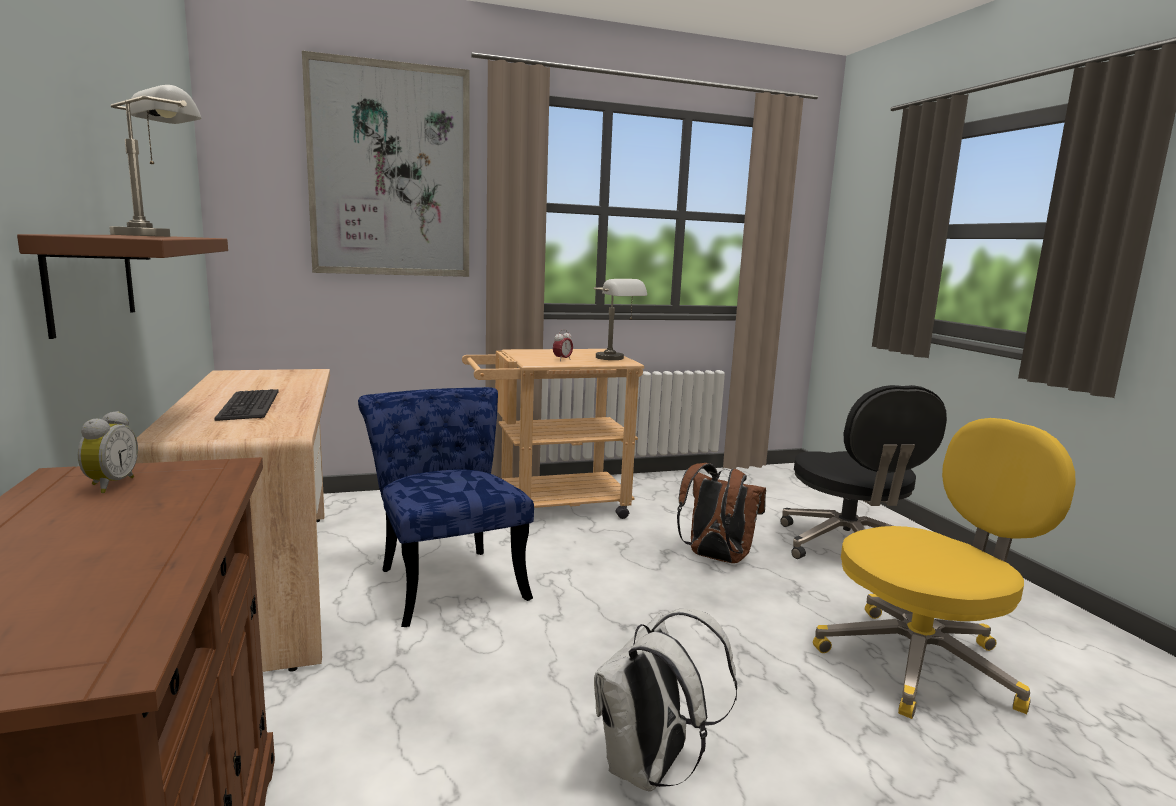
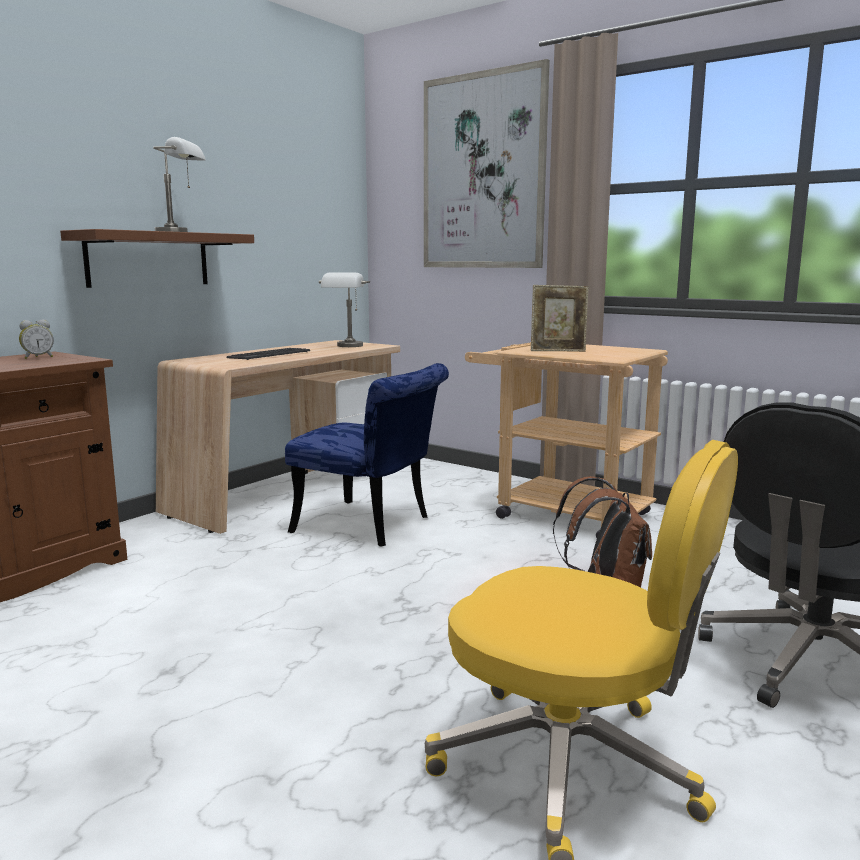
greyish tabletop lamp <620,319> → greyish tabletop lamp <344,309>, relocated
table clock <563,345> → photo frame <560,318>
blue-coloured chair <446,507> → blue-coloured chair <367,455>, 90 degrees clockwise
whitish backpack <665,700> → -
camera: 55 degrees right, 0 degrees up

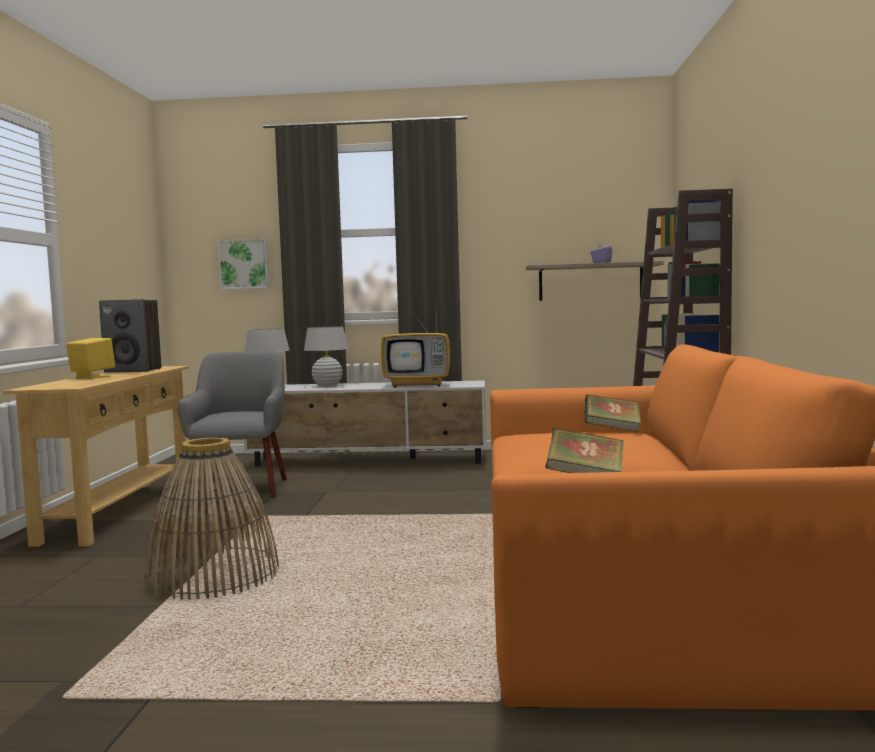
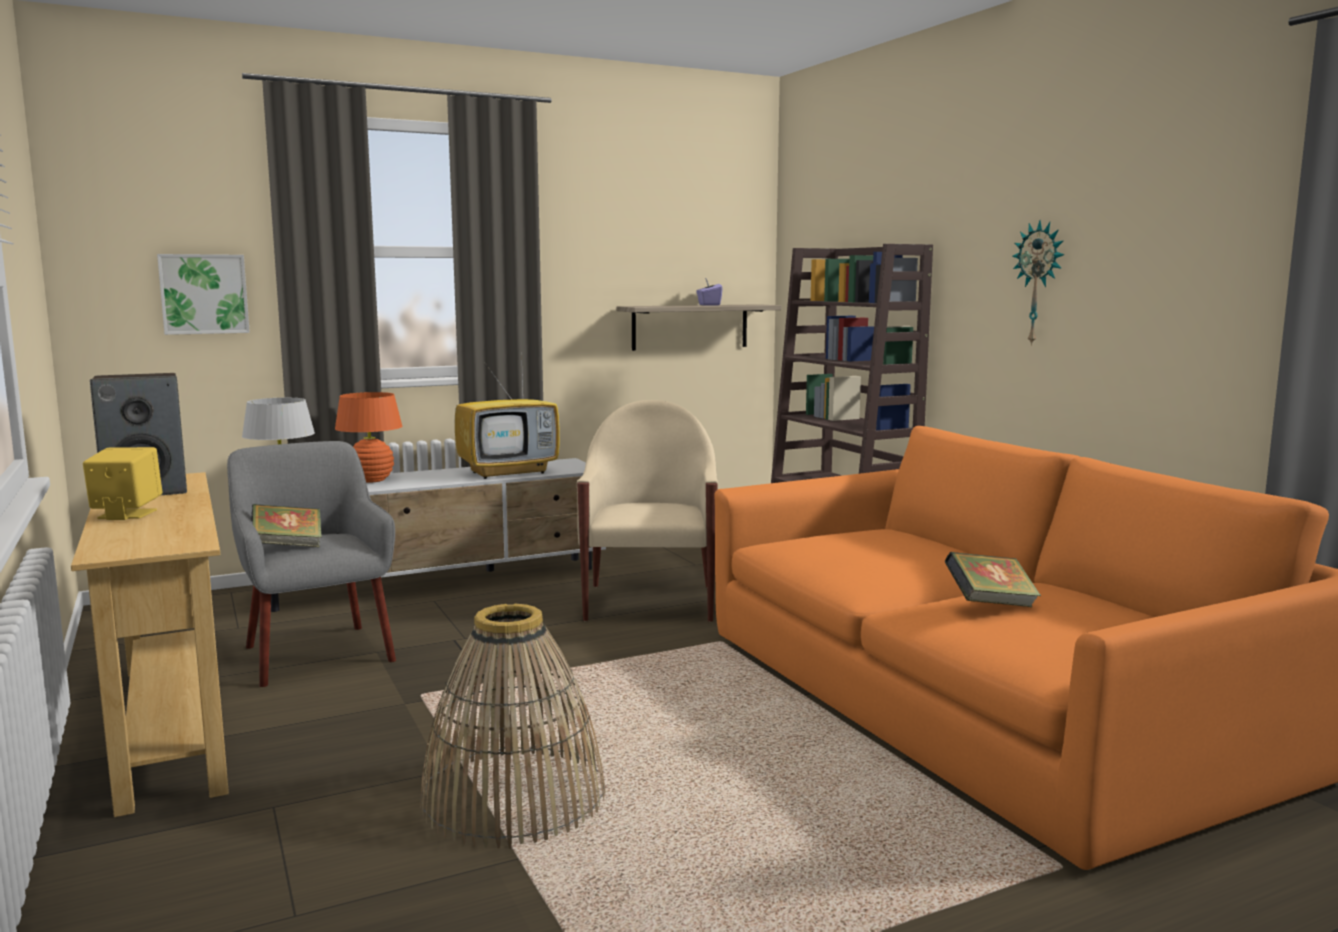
whitish tabletop lamp <326,357> → orangey tabletop lamp <368,437>
bound book <613,413> → bound book <286,525>, relocated
- → hanging clock <1039,283>
- → beige-coloured easy chair <647,511>
camera: 30 degrees left, 5 degrees up

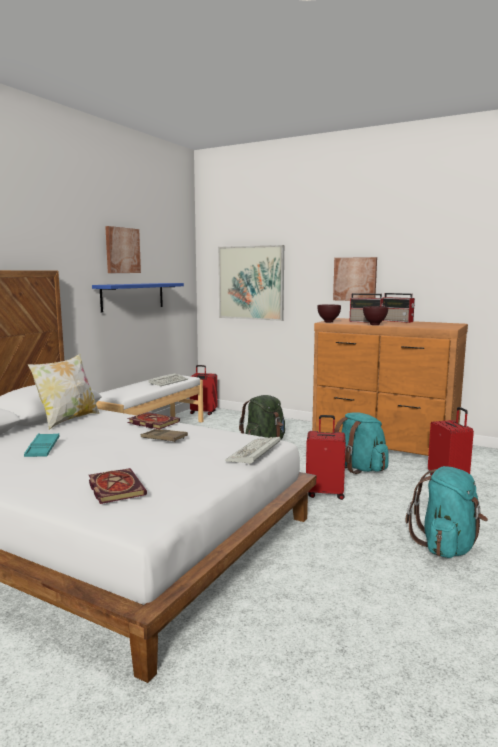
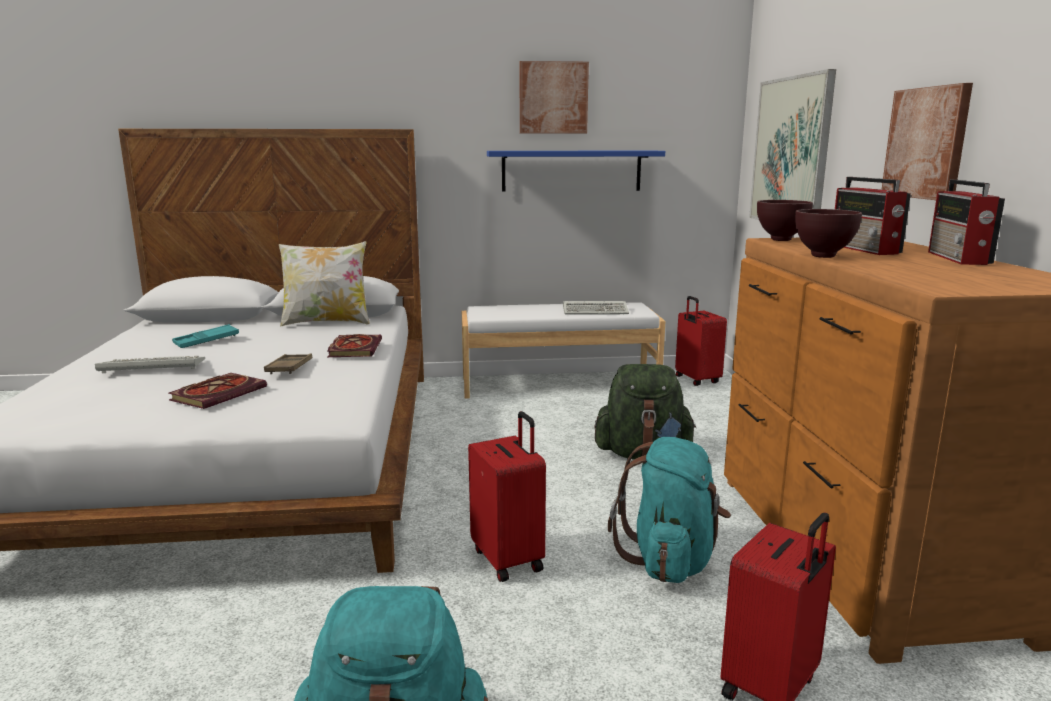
PC keyboard <253,451> → PC keyboard <150,364>, relocated
bound book <118,486> → bound book <218,391>, relocated
camera: 55 degrees right, 5 degrees up

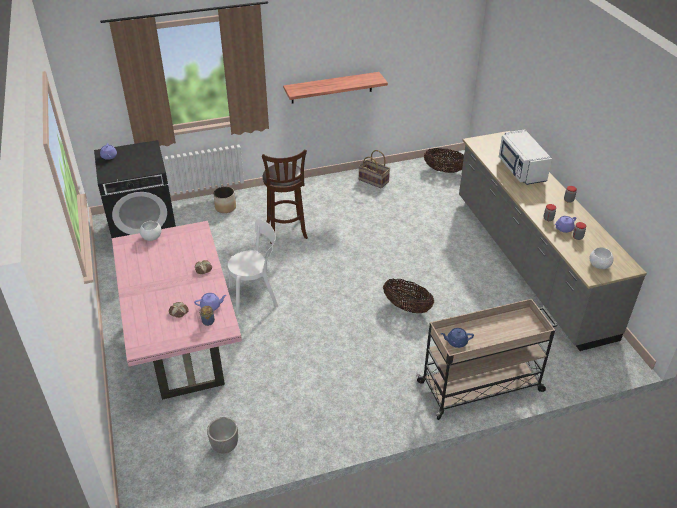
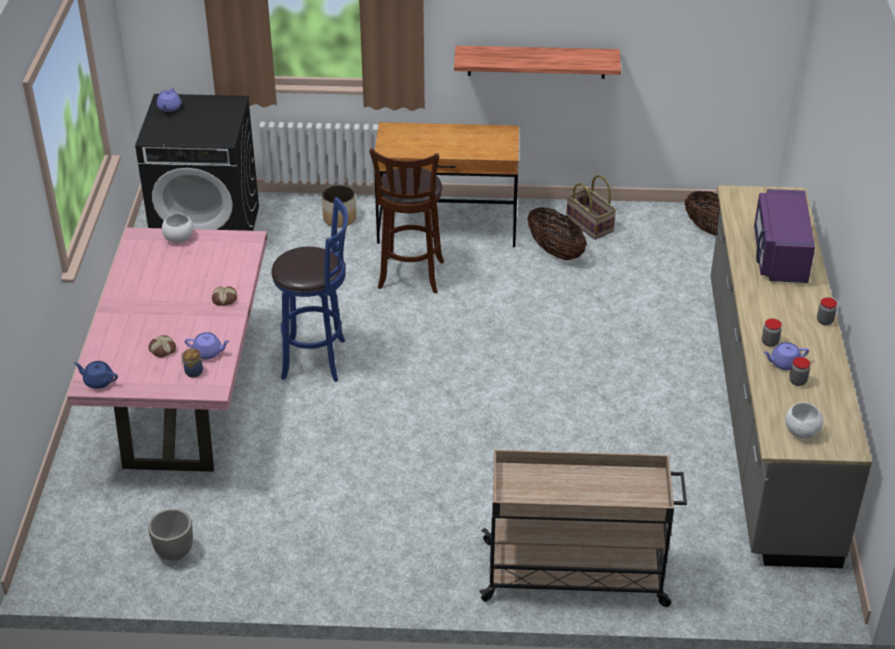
whitish kitchen microwave <525,157> → purple kitchen microwave <784,236>
whitish chair <253,267> → blue-coloured sitting stool <309,289>
household basket <408,296> → household basket <557,233>, relocated
blue-coloured pot for tea <457,338> → blue-coloured pot for tea <96,375>, relocated
- → brownish desk <446,184>
camera: 20 degrees right, 0 degrees up

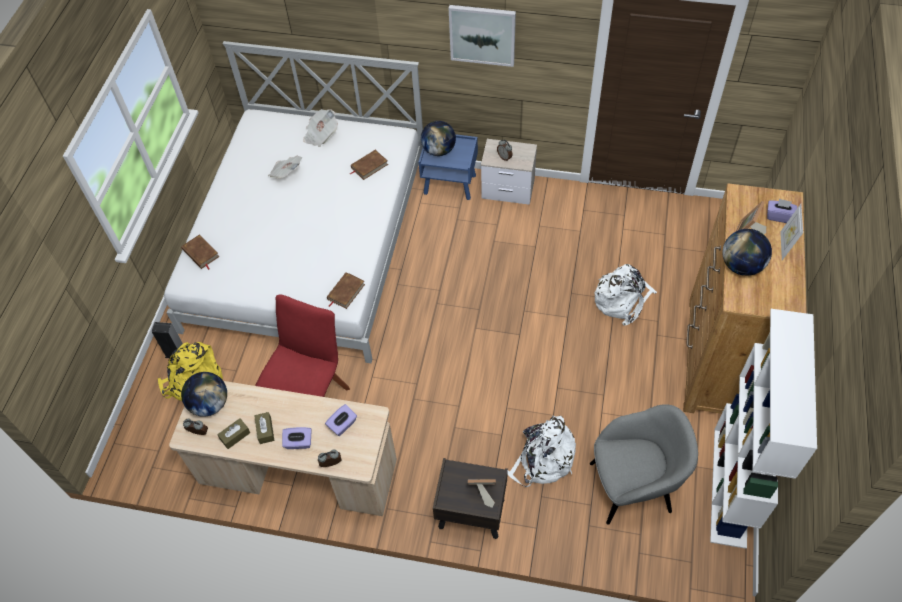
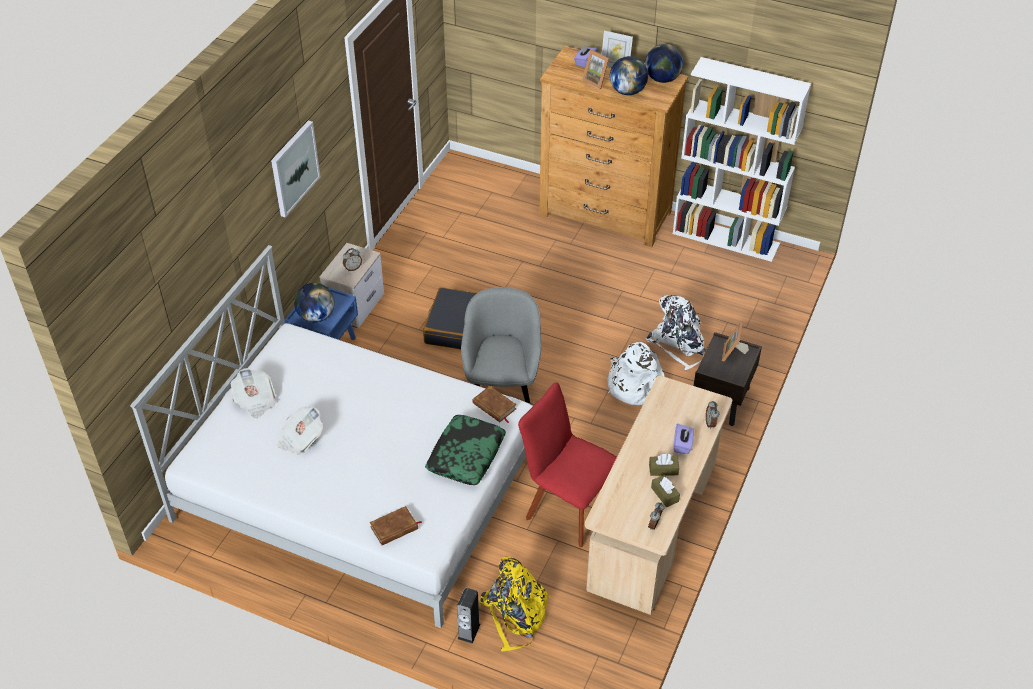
brownish bound book <369,165> → -
whitish backpack <626,295> → whitish backpack <636,373>, relocated
globe <204,394> → globe <664,63>, relocated
purple tissue holder <341,420> → -
greyish easy chair <644,465> → greyish easy chair <501,345>, relocated
- → black travel case <450,318>
- → throw pillow <465,450>
camera: 80 degrees left, 10 degrees down

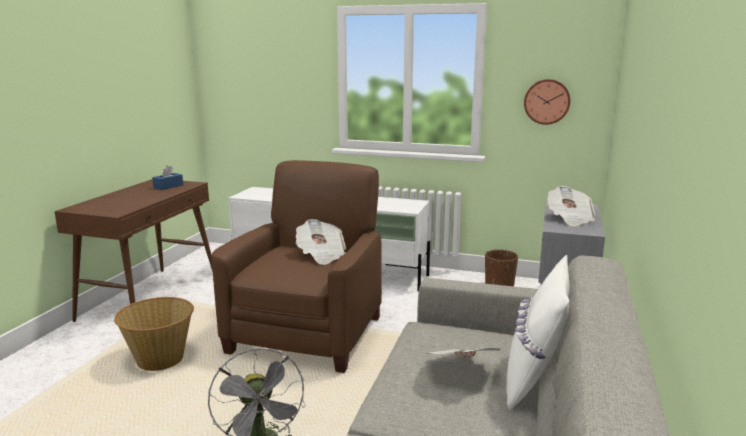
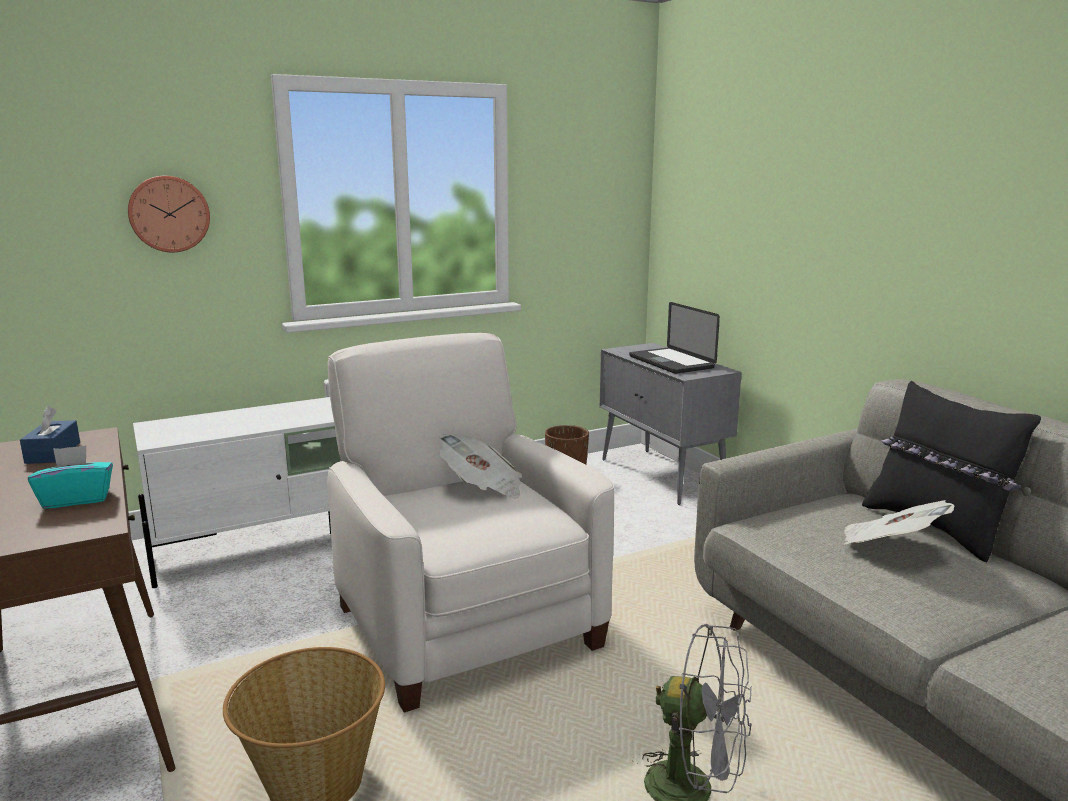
hanging clock <547,102> → hanging clock <169,214>, relocated
brownish easy chair <296,266> → whitish easy chair <471,522>
daily paper <571,206> → portable computer <674,338>
whitish throw pillow <538,332> → black throw pillow <951,471>
- → turquoise tissue holder <70,477>
camera: 45 degrees left, 0 degrees up

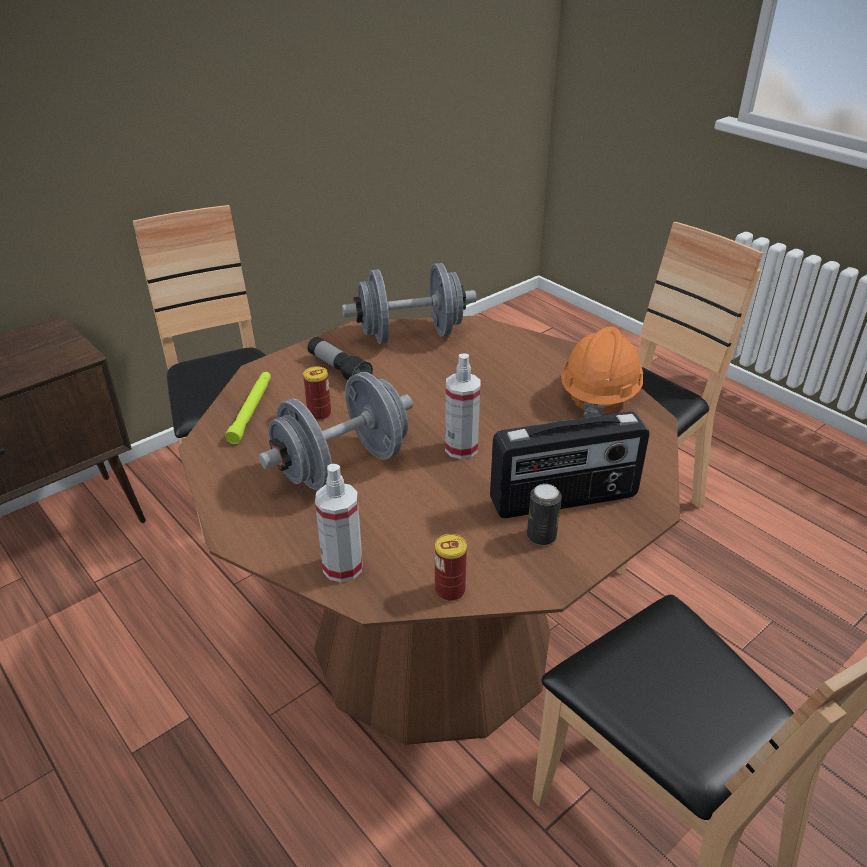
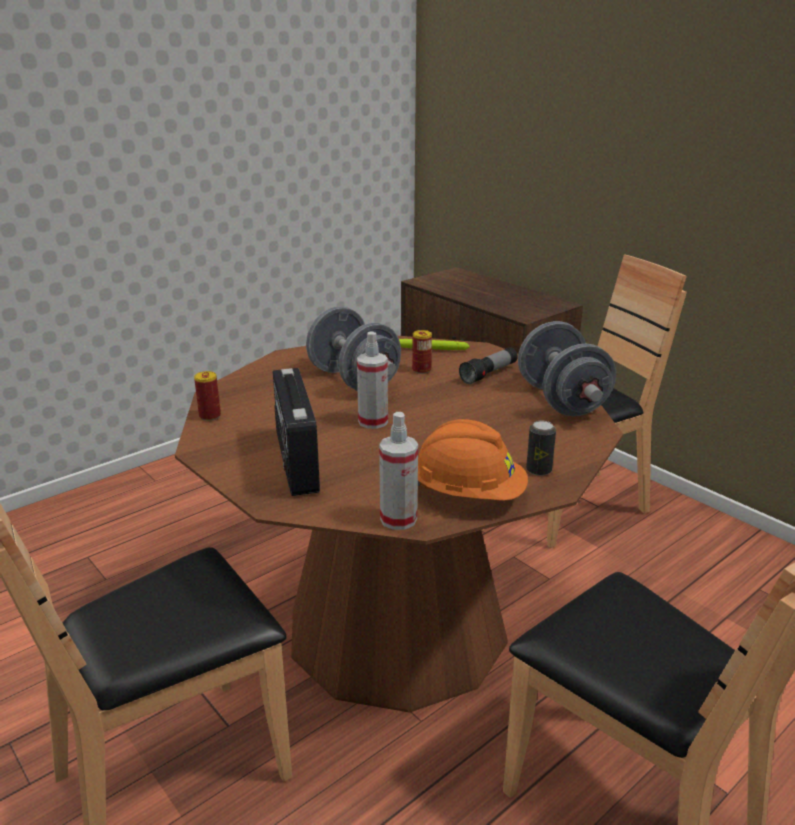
hand sprayer <339,523> → hand sprayer <398,471>, relocated
sealed can <544,514> → sealed can <541,448>, relocated
camera: 90 degrees right, 10 degrees down

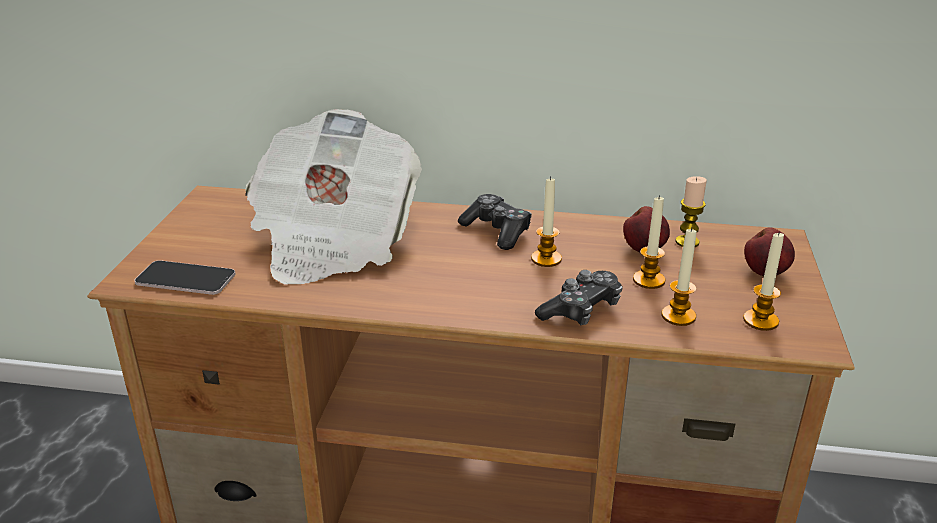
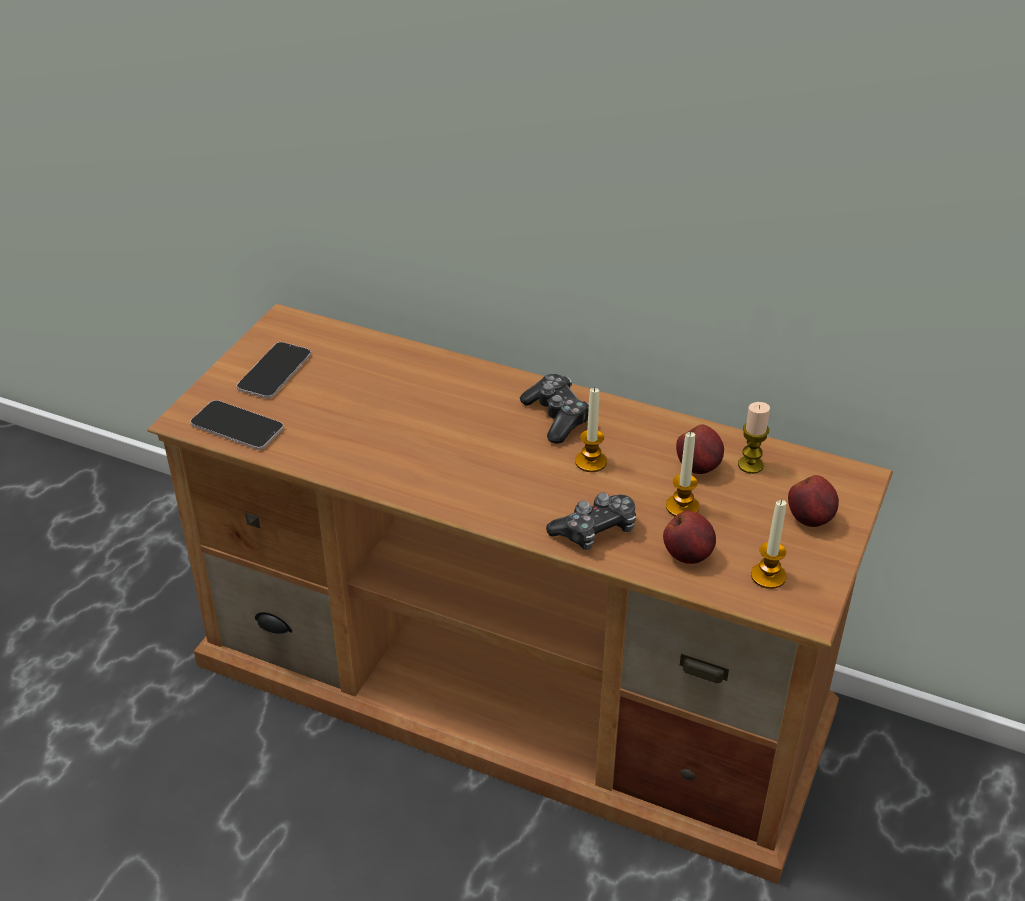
daily paper <333,197> → -
candle <679,276> → whole apple <689,537>
- → phone <274,370>
camera: 15 degrees right, 10 degrees up

